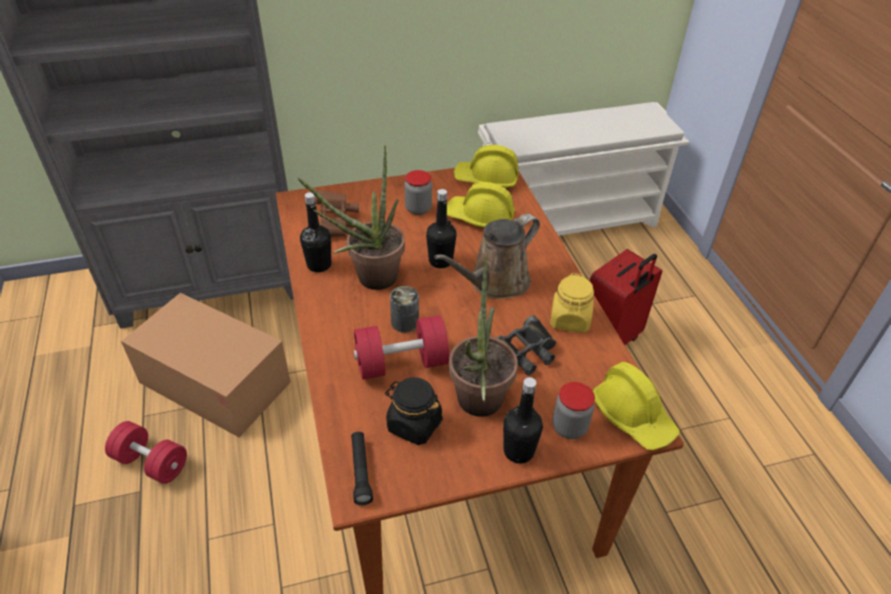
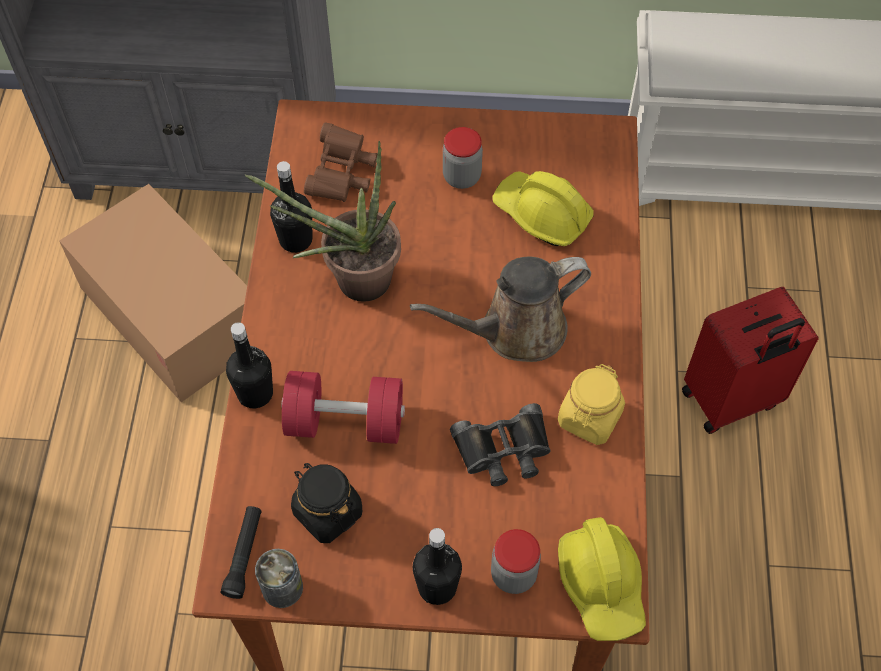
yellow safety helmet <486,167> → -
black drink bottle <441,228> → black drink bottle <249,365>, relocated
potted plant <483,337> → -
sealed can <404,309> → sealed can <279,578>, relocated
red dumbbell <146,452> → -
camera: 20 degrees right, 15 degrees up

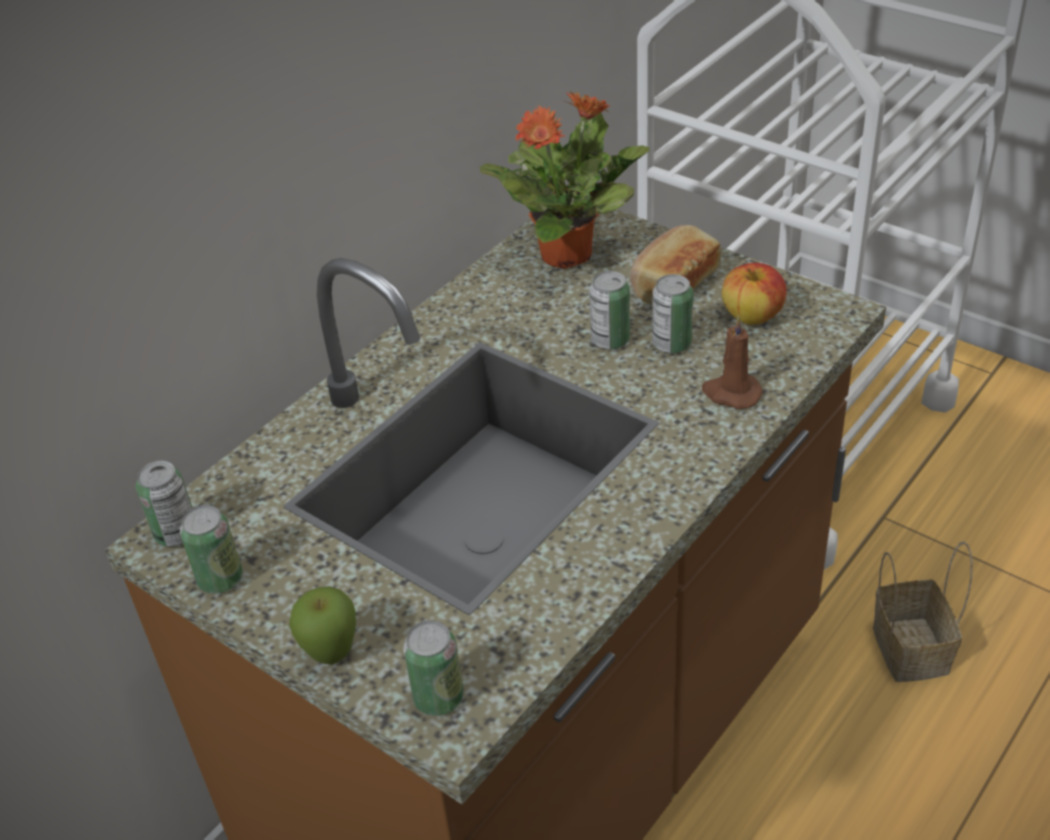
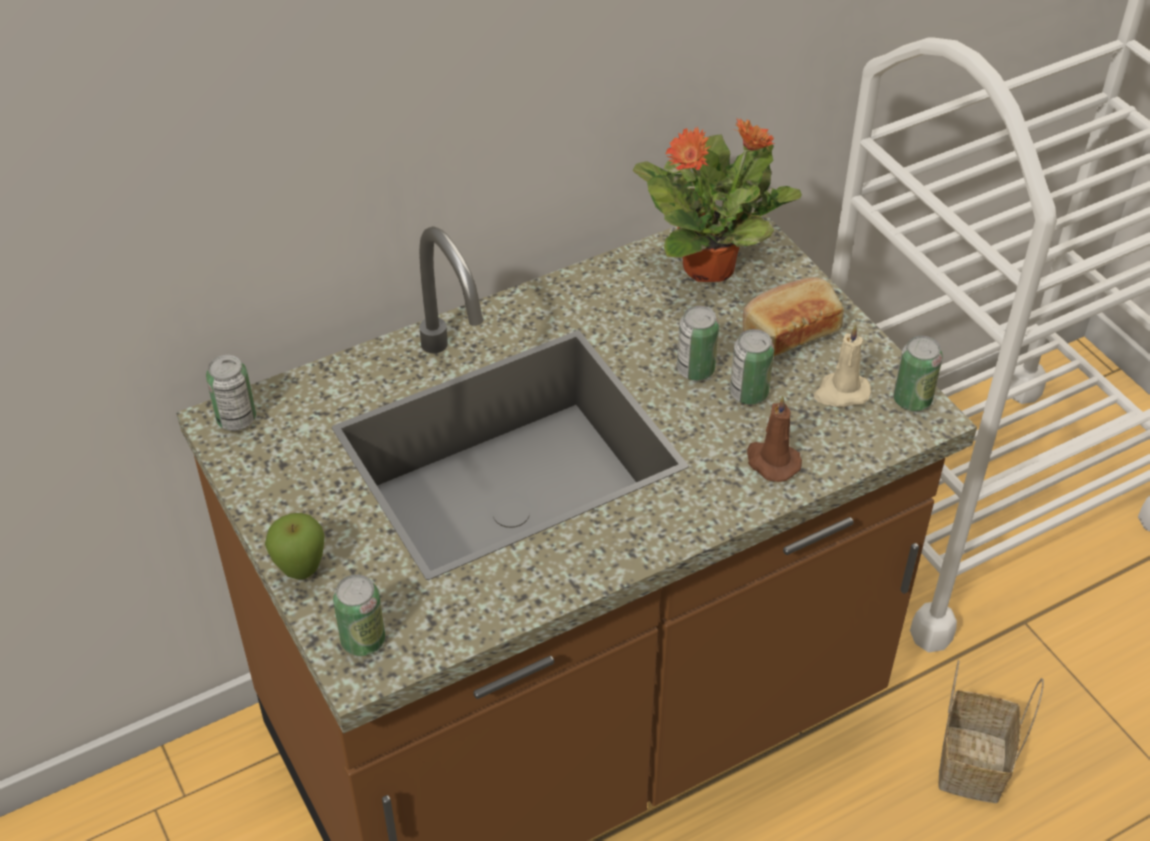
whole apple <754,294> → beige-coloured candle <842,366>
sealed can <211,549> → sealed can <918,373>, relocated
camera: 20 degrees right, 5 degrees up

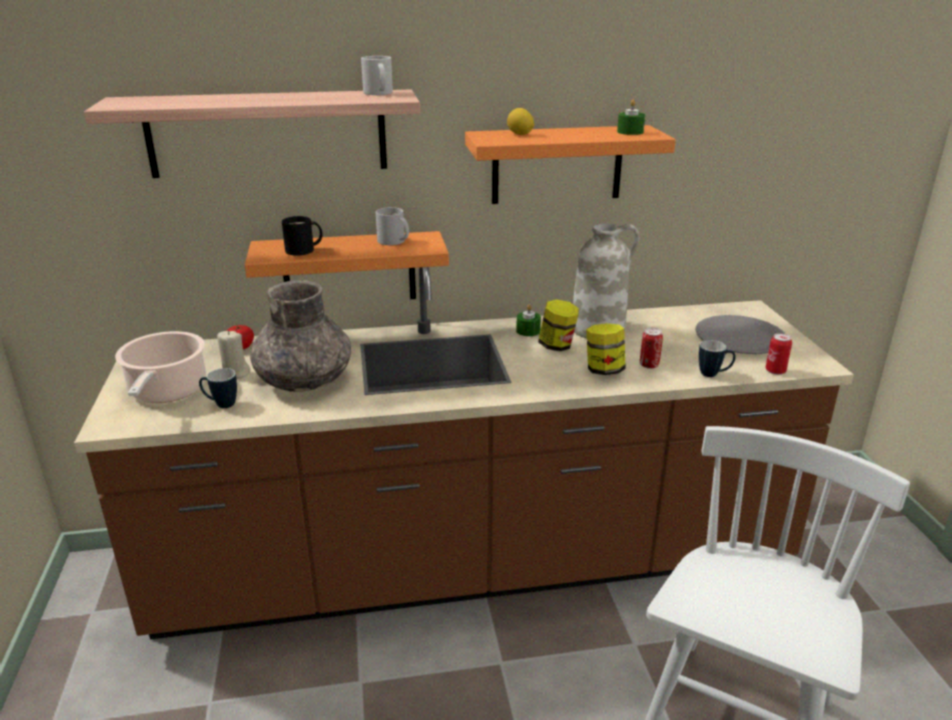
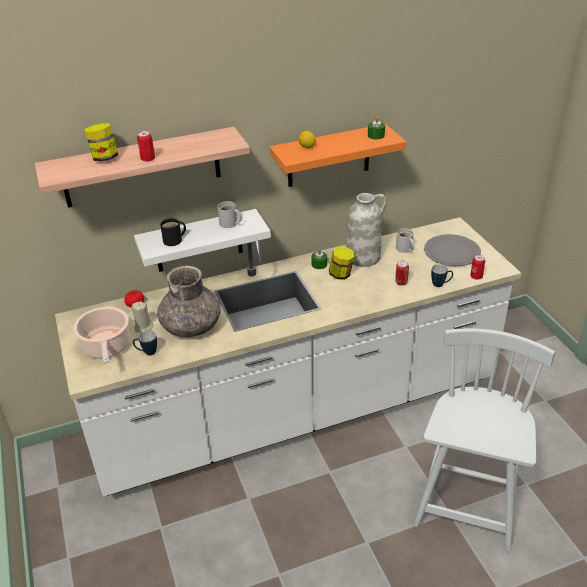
whitish mug <377,75> → whitish mug <405,240>, relocated
orangey bracket shelf <347,265> → whitish bracket shelf <202,240>
brownish kitchen base unit <464,453> → whitish kitchen base unit <288,357>
jar <606,349> → jar <101,142>, relocated
- → sealed can <146,146>
camera: 10 degrees left, 10 degrees up

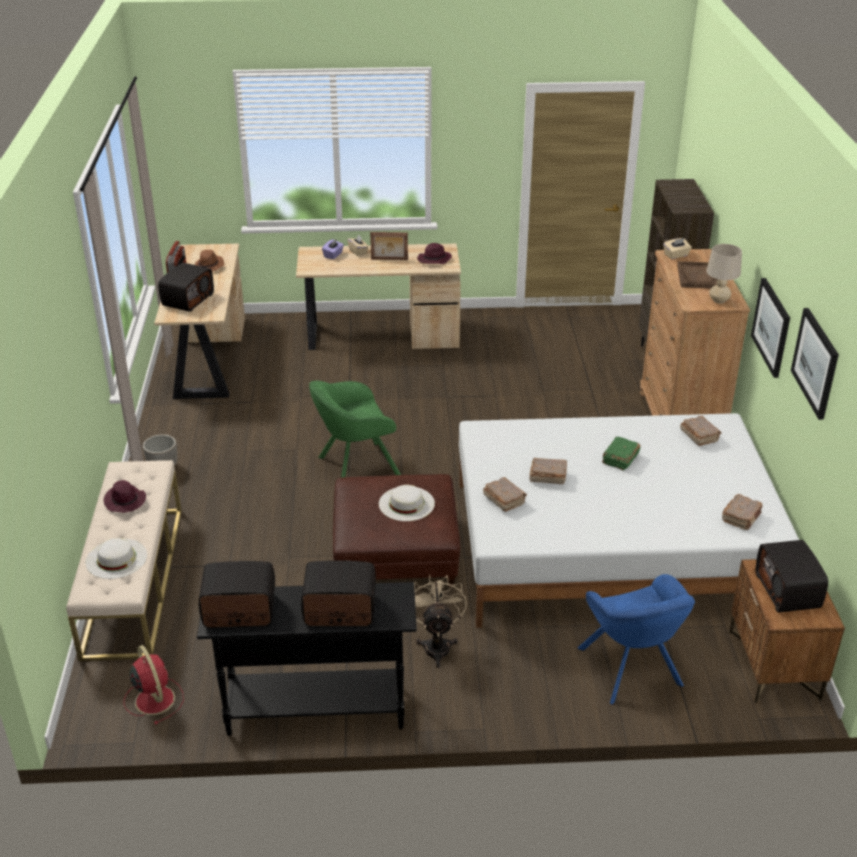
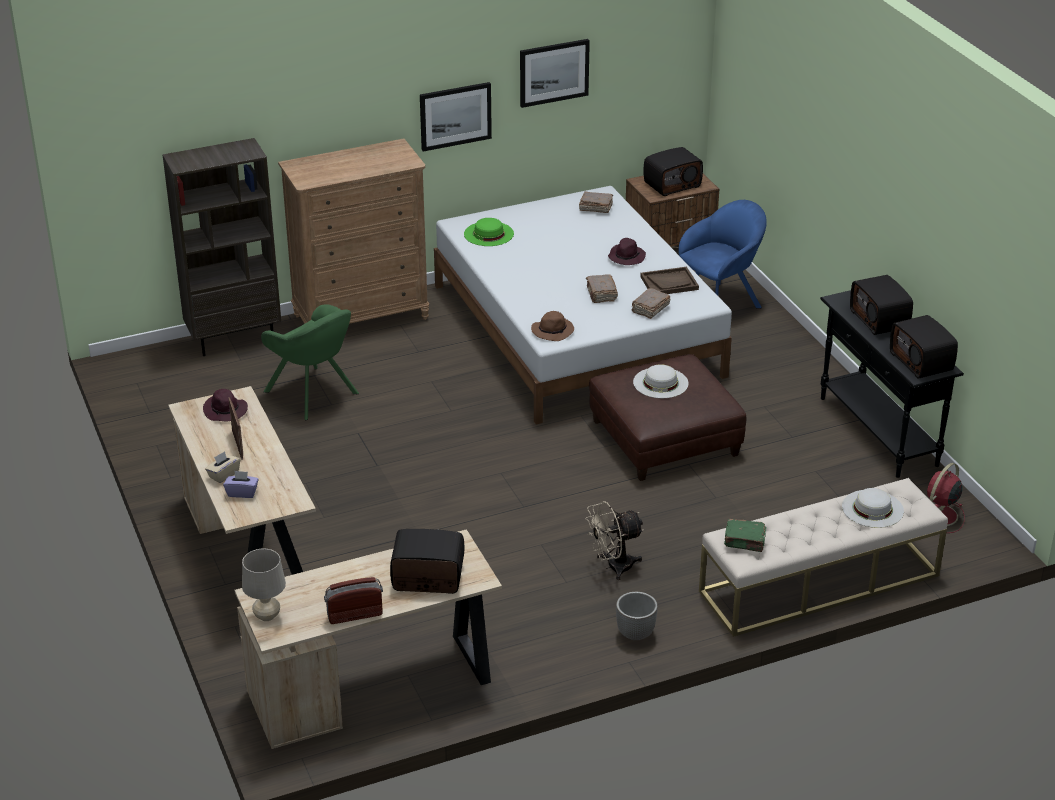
beige-coloured tissue holder <677,248> → -
beige-coloured tabletop lamp <724,274> → beige-coloured tabletop lamp <264,585>, relocated
brownish clothing hat <209,261> → brownish clothing hat <552,326>, relocated
brownish serving tray <697,275> → brownish serving tray <669,280>, relocated
greenish easy chair <355,429> → greenish easy chair <310,362>, relocated
brownish bound book <701,431> → greenish clothing hat <489,232>
greenish bound book <621,454> → greenish bound book <745,535>, relocated
purple clothing hat <125,496> → purple clothing hat <627,251>, relocated
beige-coloured fan <440,621> → beige-coloured fan <614,540>, relocated
camera: 110 degrees left, 0 degrees up

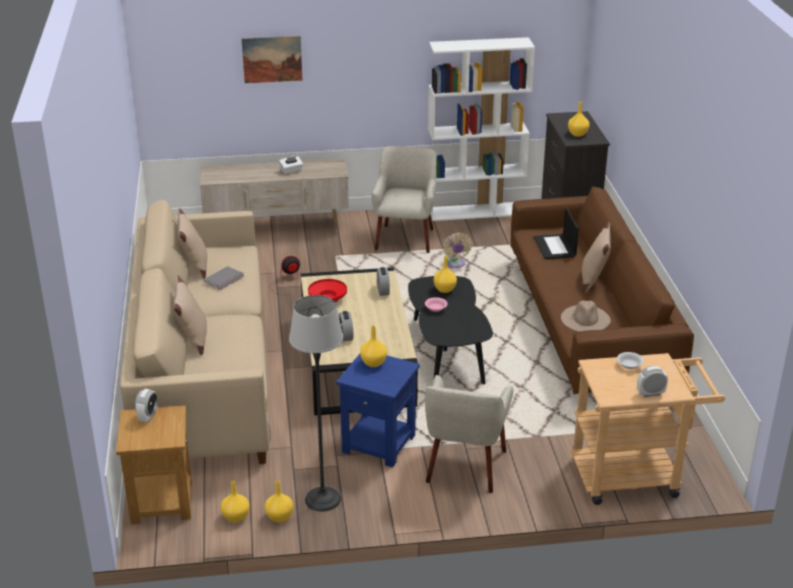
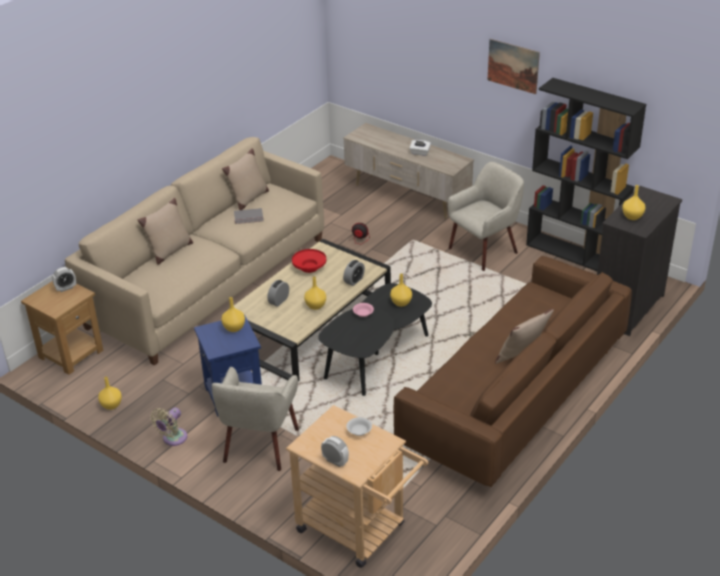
wall picture <272,59> → wall picture <513,66>, relocated
whitish bookcase <481,129> → black bookcase <586,174>
portable computer <556,233> → -
beige-coloured fan <457,250> → beige-coloured fan <169,426>, relocated
standard lamp <316,403> → -
beige-coloured clothing hat <586,316> → -
beige-coloured easy chair <469,434> → beige-coloured easy chair <255,419>, 45 degrees counterclockwise
yellow vase <235,502> → yellow vase <315,293>, relocated
camera: 45 degrees right, 5 degrees up

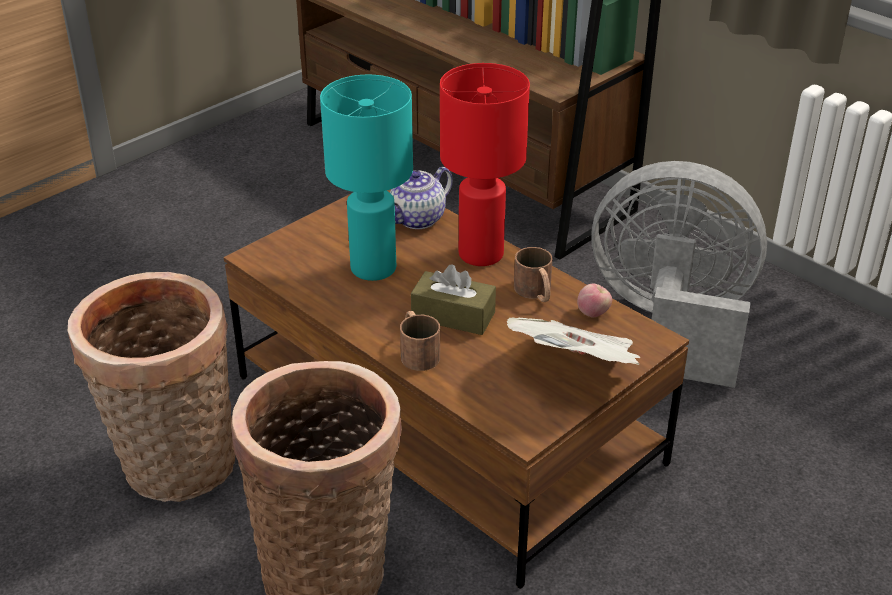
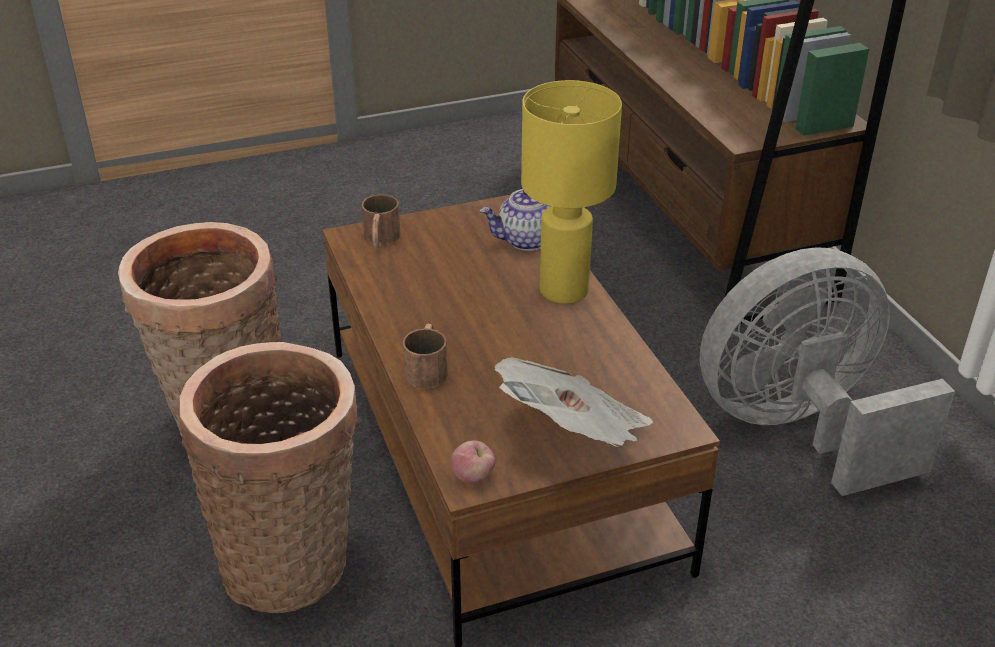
red tabletop lamp <485,164> → yellow tabletop lamp <571,192>
turquoise tabletop lamp <366,178> → -
greyish fan <679,274> → greyish fan <827,371>, 60 degrees counterclockwise
brownish mug <533,274> → brownish mug <381,221>, relocated
brownish tissue holder <453,299> → -
whole apple <594,301> → whole apple <473,461>, relocated
camera: 25 degrees right, 0 degrees up

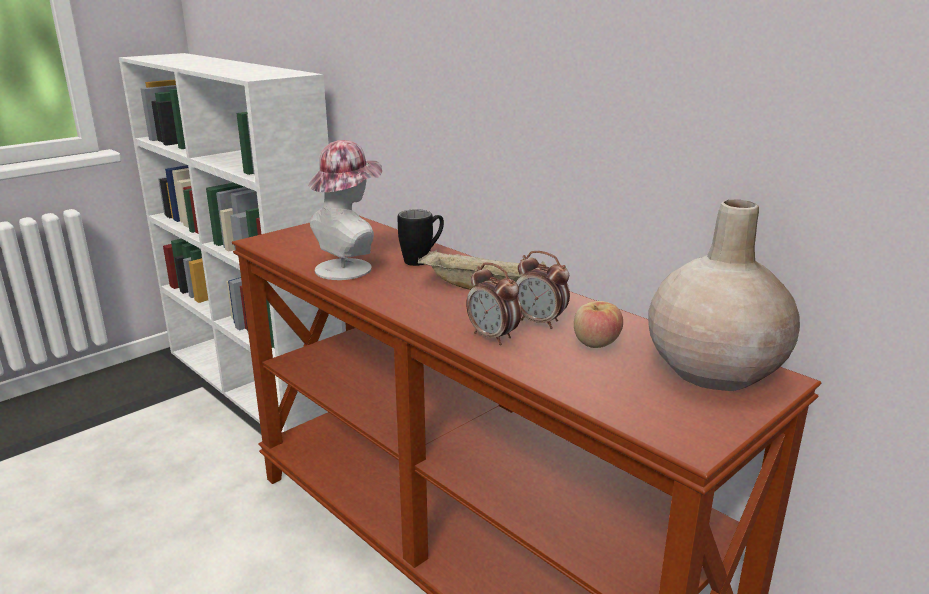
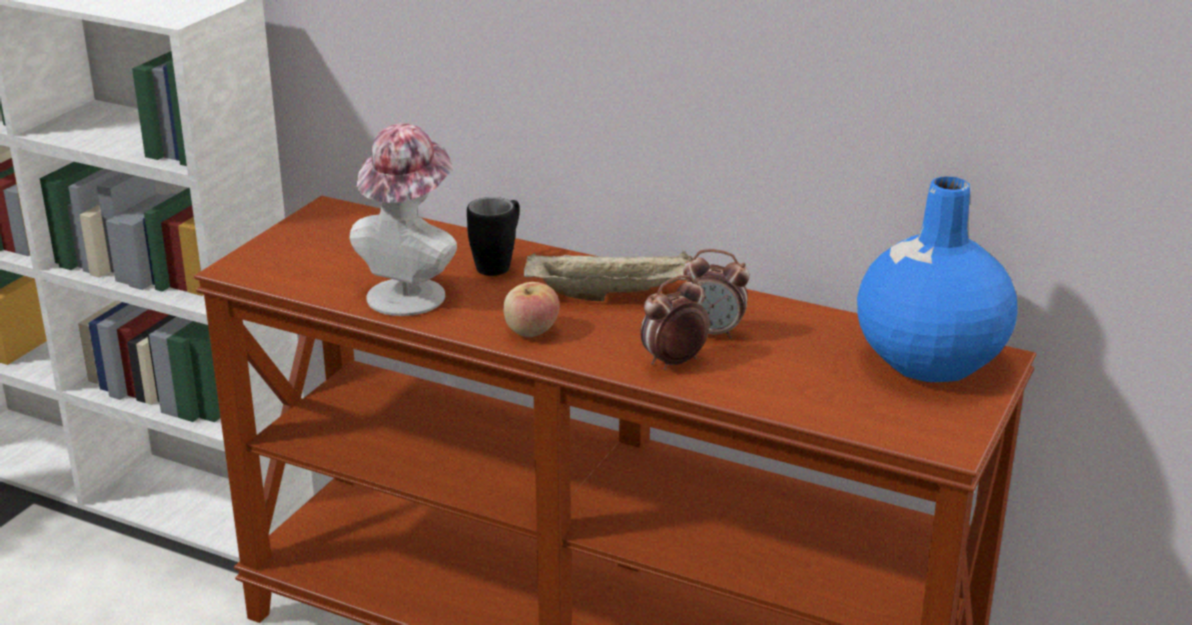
beige-coloured vase <724,295> → blue-coloured vase <937,279>
table clock <494,303> → table clock <675,322>, 120 degrees clockwise
whole apple <598,324> → whole apple <531,309>, relocated
camera: 20 degrees left, 5 degrees up

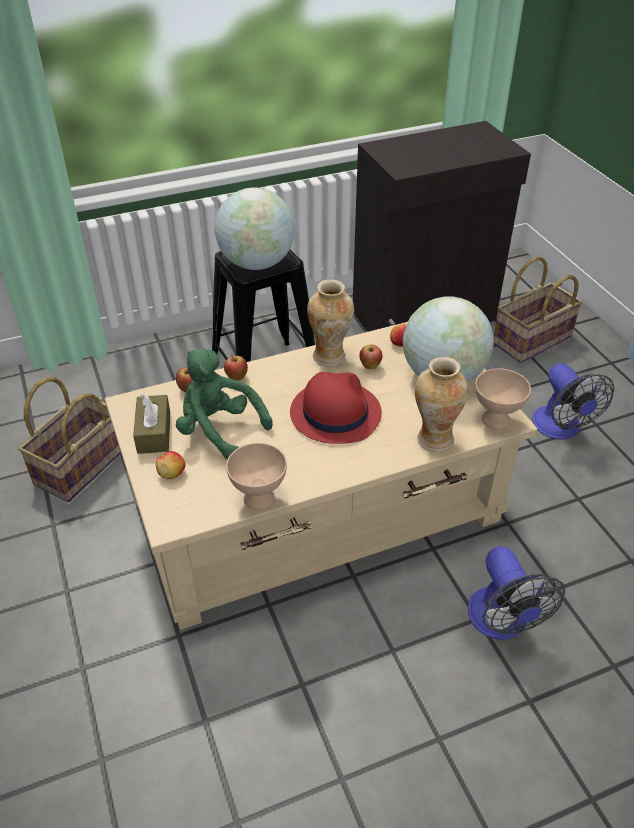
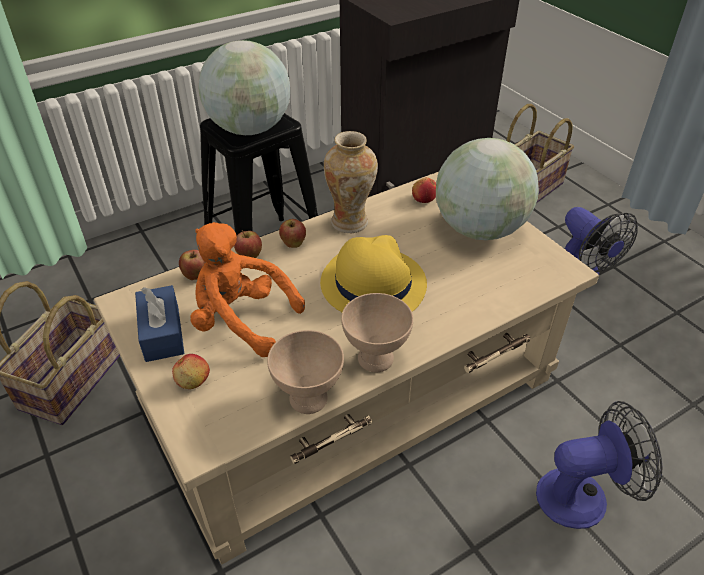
whole apple <370,357> → whole apple <292,233>, relocated
greenish plush toy <224,404> → orangey plush toy <247,289>
vase <441,404> → -
beige-coloured serving bowl <503,399> → beige-coloured serving bowl <377,332>, relocated
red clothing hat <336,408> → yellow clothing hat <373,273>
brownish tissue holder <151,424> → blue-coloured tissue holder <159,323>
fan <516,593> → fan <599,465>, 75 degrees counterclockwise
camera: 10 degrees left, 0 degrees up

